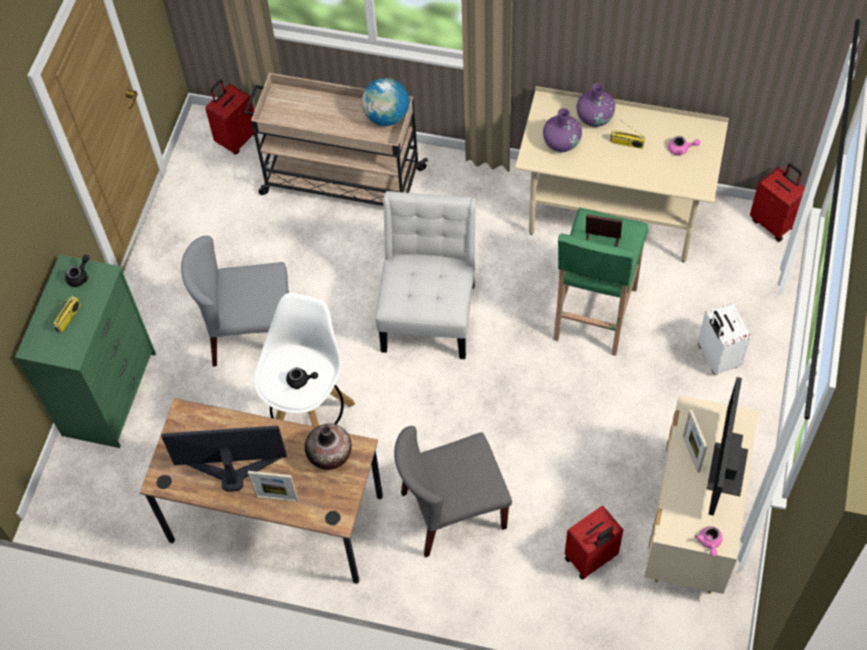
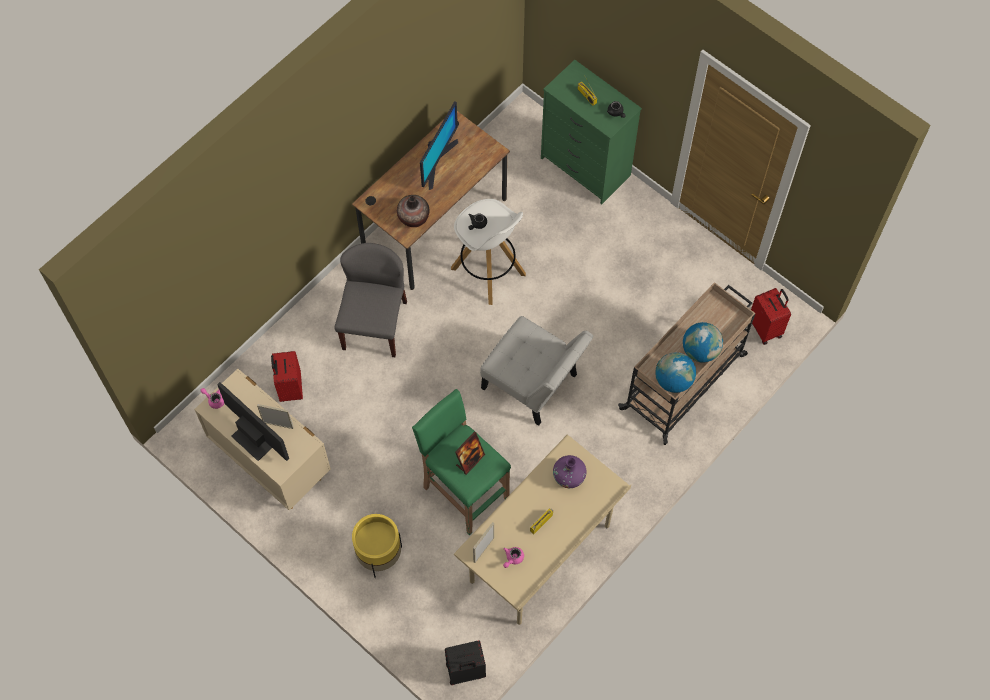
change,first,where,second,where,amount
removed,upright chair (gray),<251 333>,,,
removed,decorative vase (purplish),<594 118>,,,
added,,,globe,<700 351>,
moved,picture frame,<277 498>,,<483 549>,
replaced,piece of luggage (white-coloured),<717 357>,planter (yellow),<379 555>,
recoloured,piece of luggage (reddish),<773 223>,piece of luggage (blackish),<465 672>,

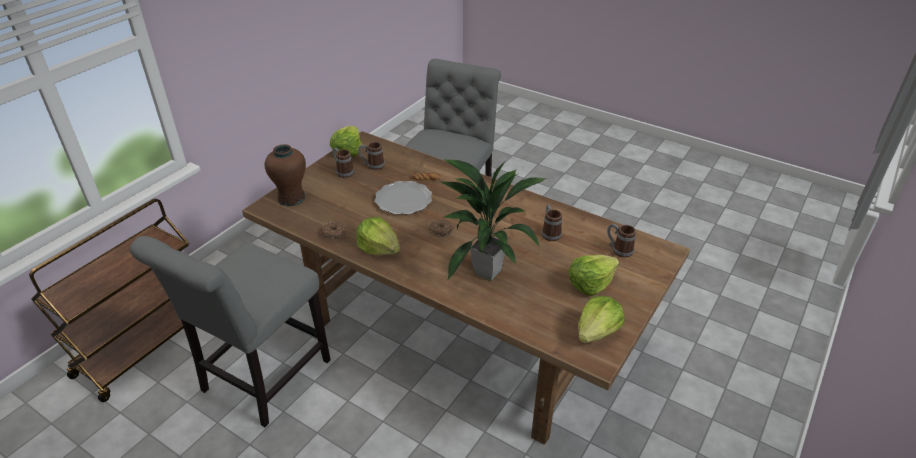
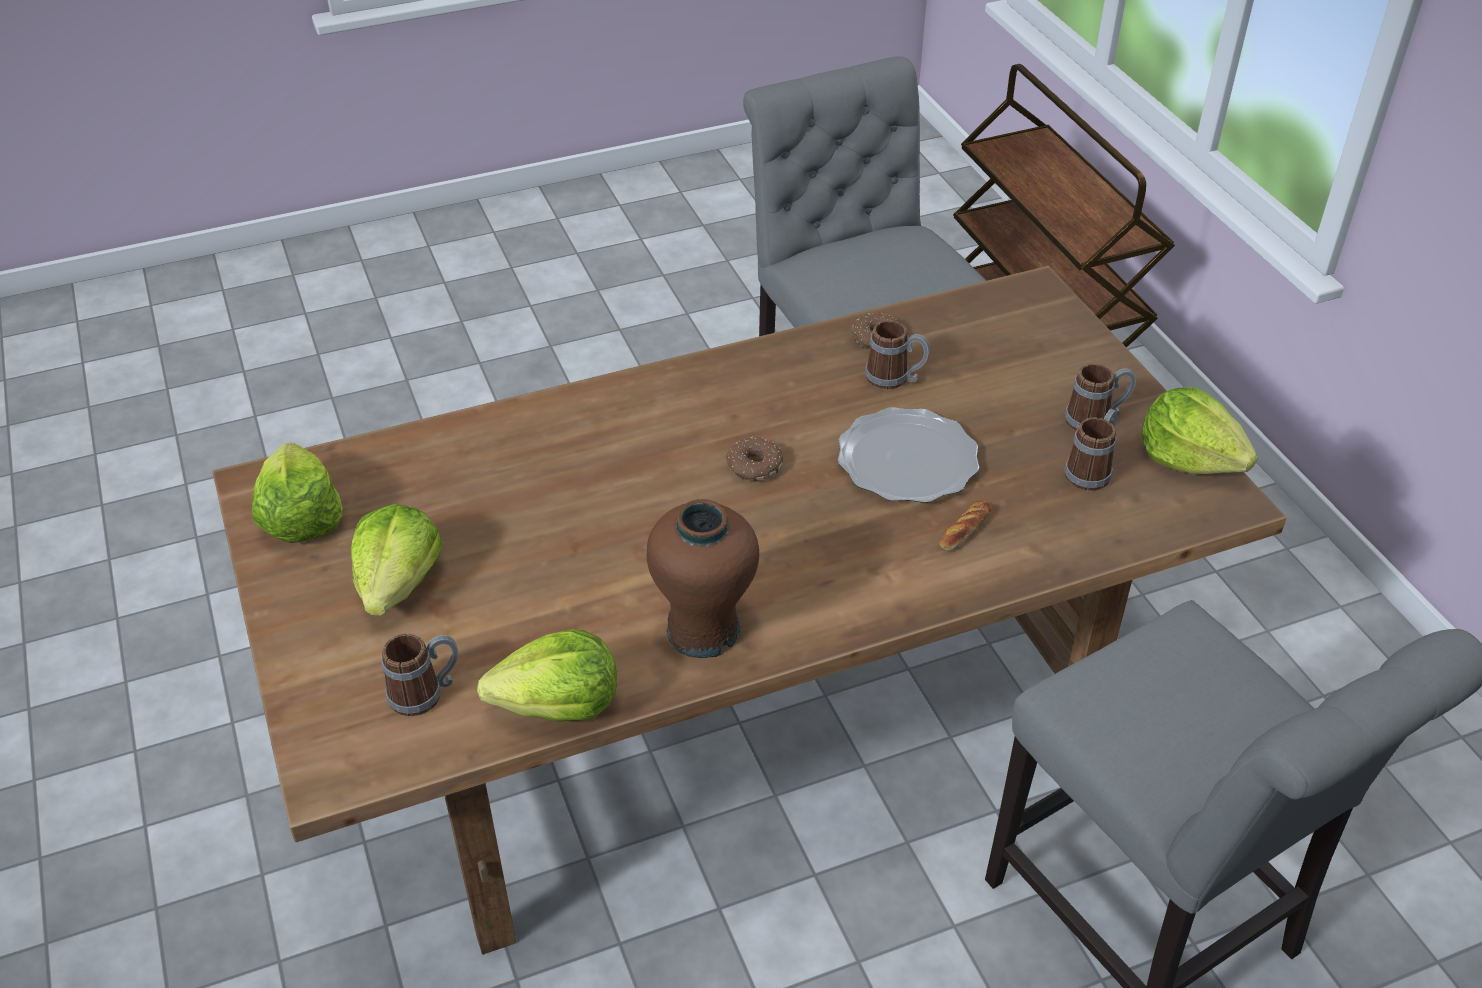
change,first,where,second,where,amount
removed,houseplant,<486 271>,,,
moved,decorative vase (brown-coloured),<291 198>,,<703 629>,
moved,head of lettuce,<379 248>,,<559 705>,
moved,coffee mug,<550 232>,,<895 378>,

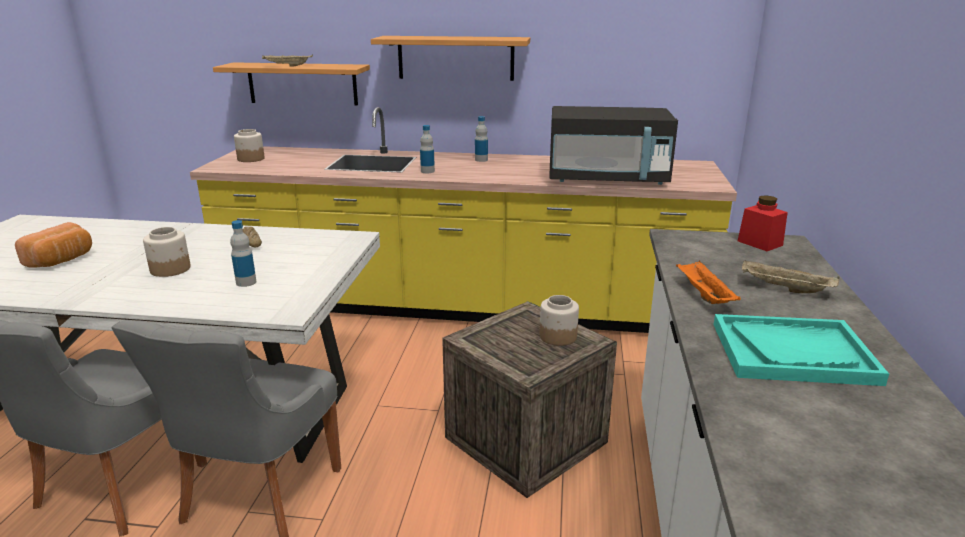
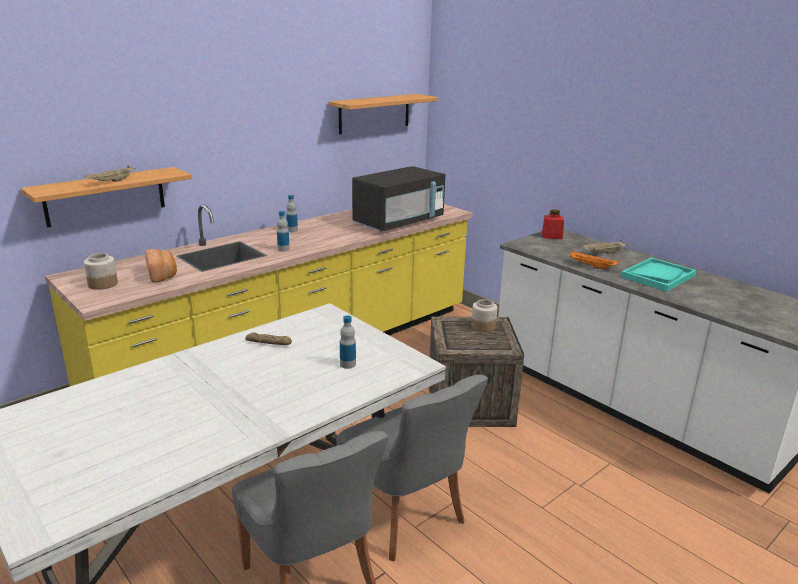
change,first,where,second,where,amount
removed,storage jar,<171 269>,,,
moved,bakery bread,<62 260>,,<162 275>,
moved,shelf,<455 58>,,<374 113>,

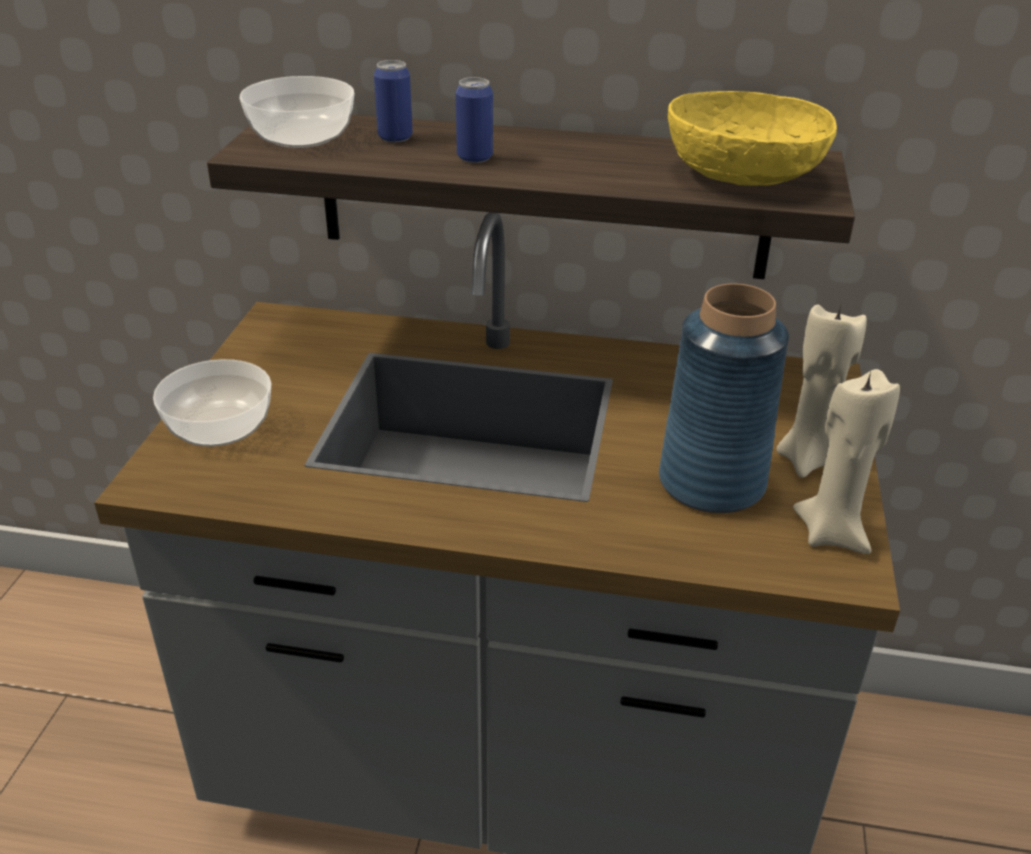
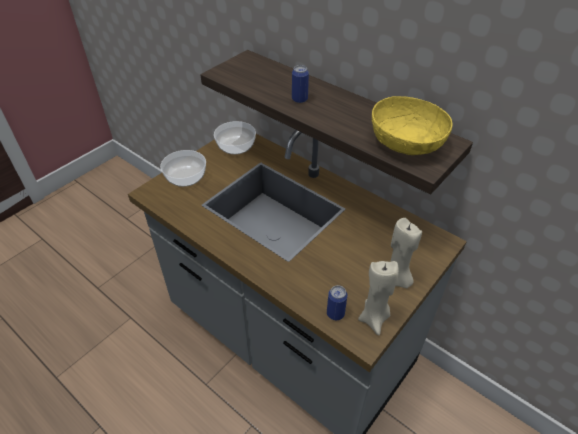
change,first,where,second,where,amount
removed,decorative vase (blue),<711 483>,,,
moved,bowl,<302 136>,,<236 146>,
moved,can,<395 137>,,<335 314>,

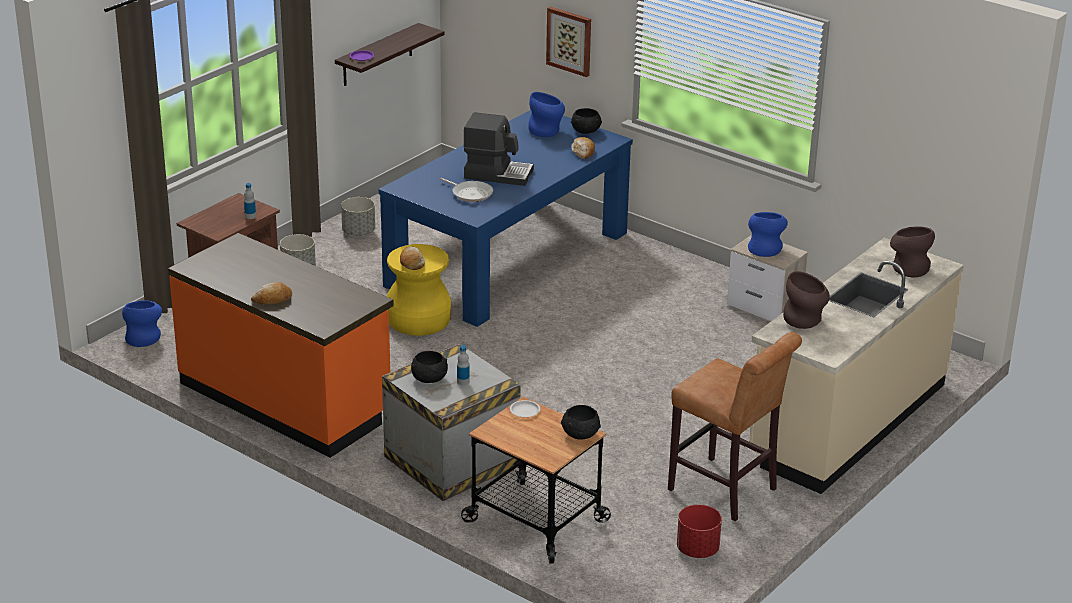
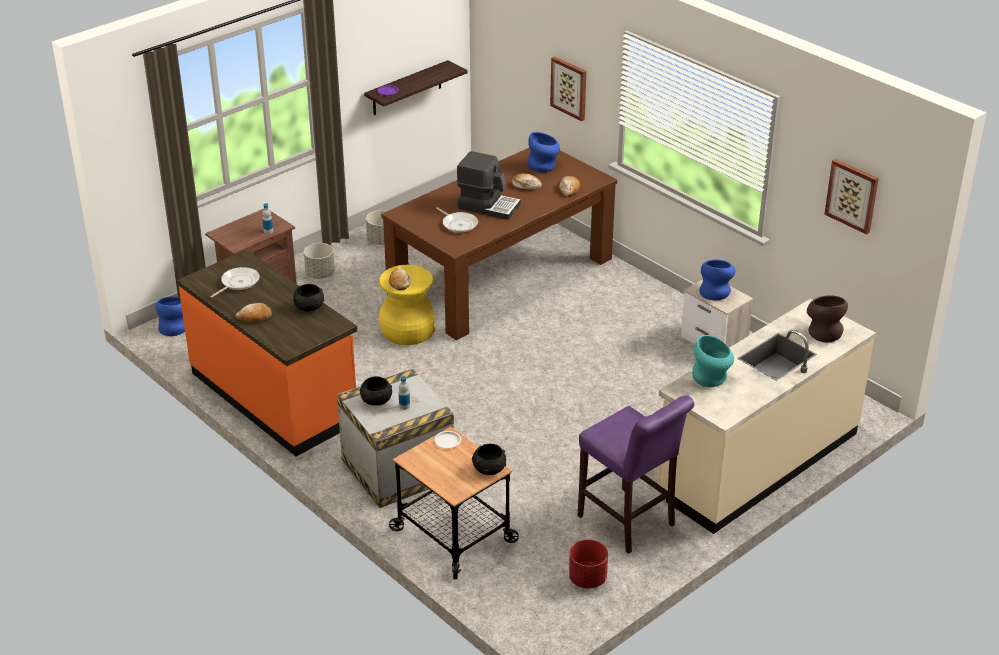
change,first,where,second,where,amount
added,,,pan,<238 283>,
added,,,bakery bread,<526 185>,
added,,,wall art,<852 195>,
moved,bowl (blackish),<586 131>,,<309 307>,
recoloured,dining table (blue),<508 259>,dining table (brown-coloured),<501 276>,
recoloured,stool (brown-coloured),<727 492>,stool (purplish),<629 523>,
recoloured,decorative vase (brown-coloured),<805 321>,decorative vase (turquoise),<711 379>,

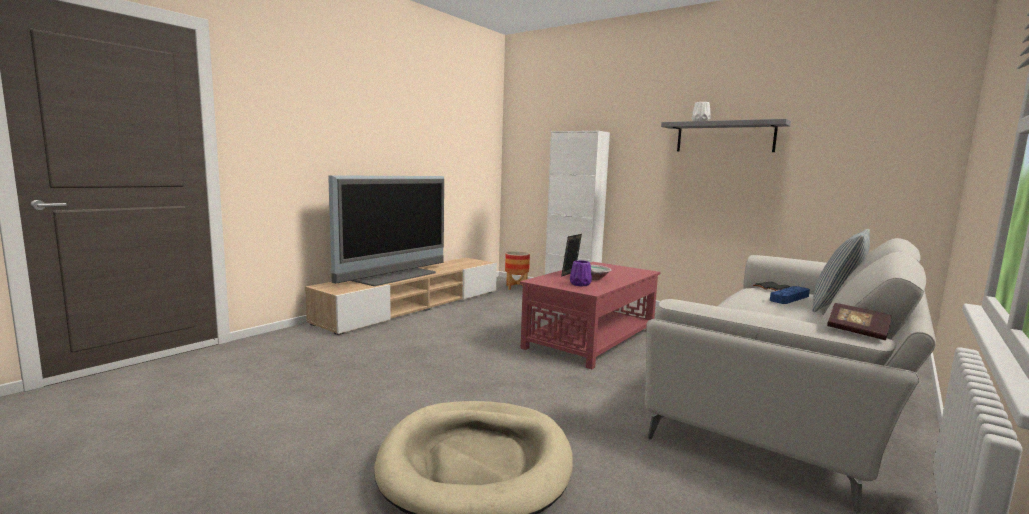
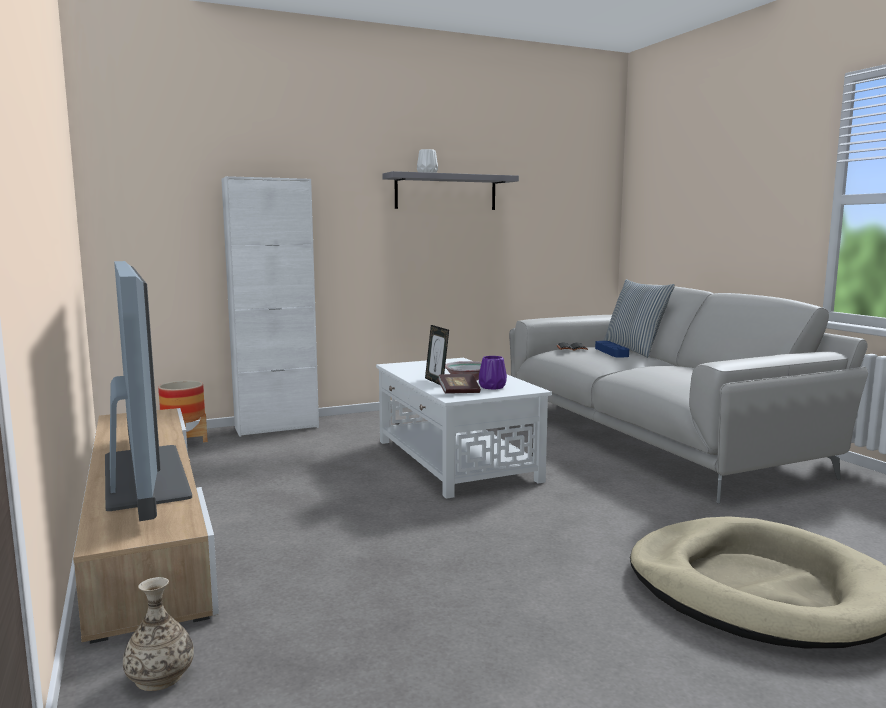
change,first,where,second,where,amount
added,,,decorative vase,<160 676>,
moved,bound book,<857 332>,,<459 392>,
recoloured,low table (reddish),<590 339>,low table (white-coloured),<455 460>,

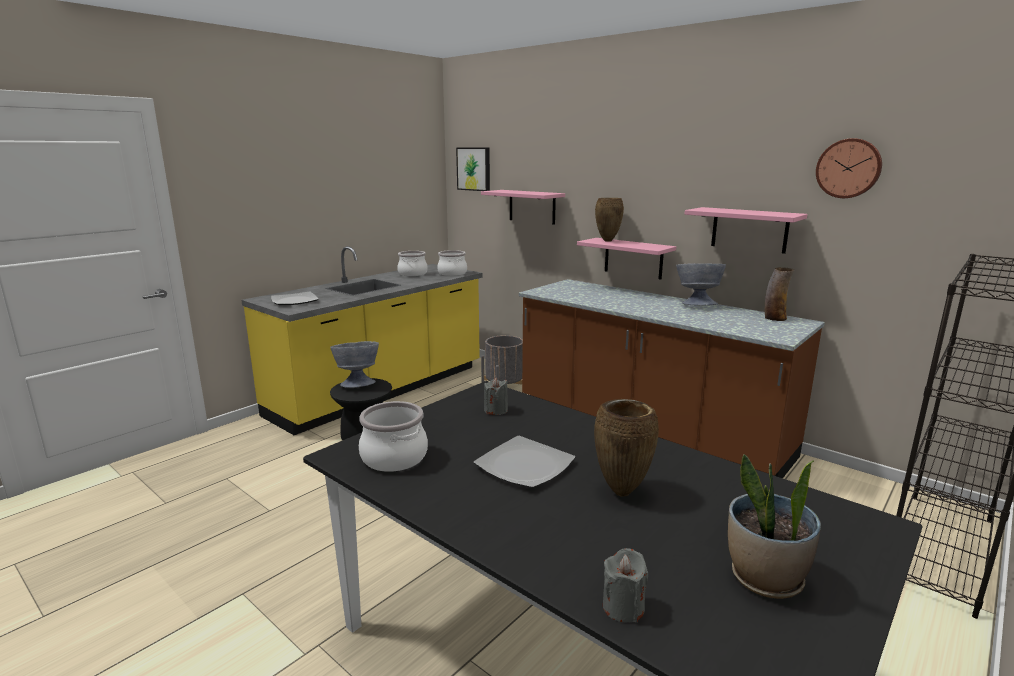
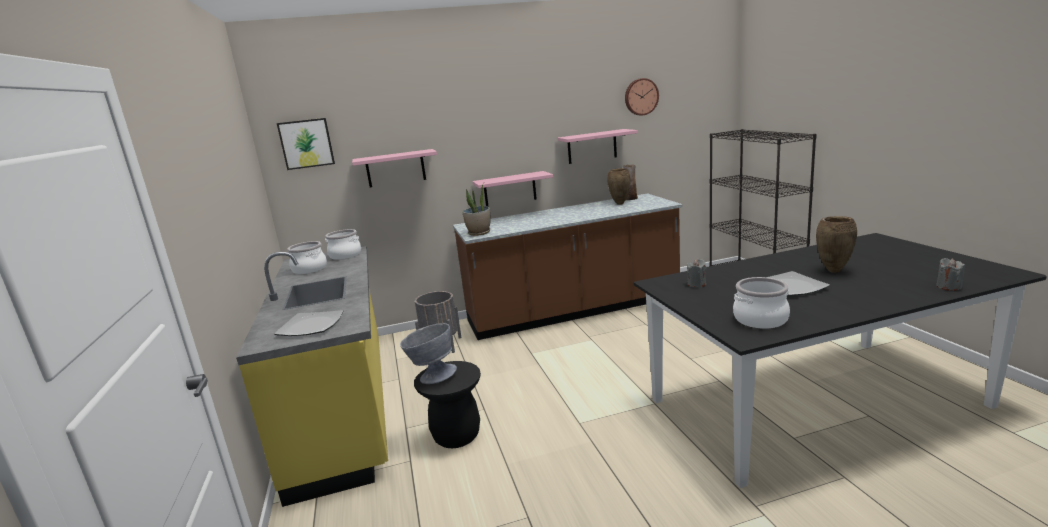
change,first,where,second,where,amount
removed,bowl (gray),<696 304>,,,
moved,decorative vase (brown-coloured),<607 241>,,<619 204>,
moved,houseplant,<765 579>,,<479 233>,

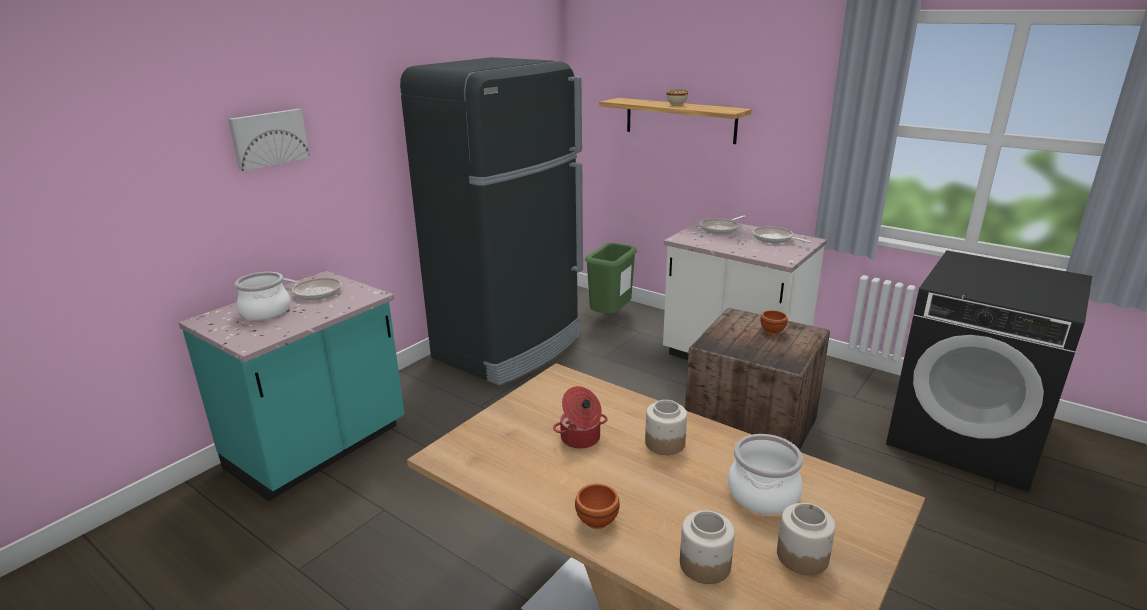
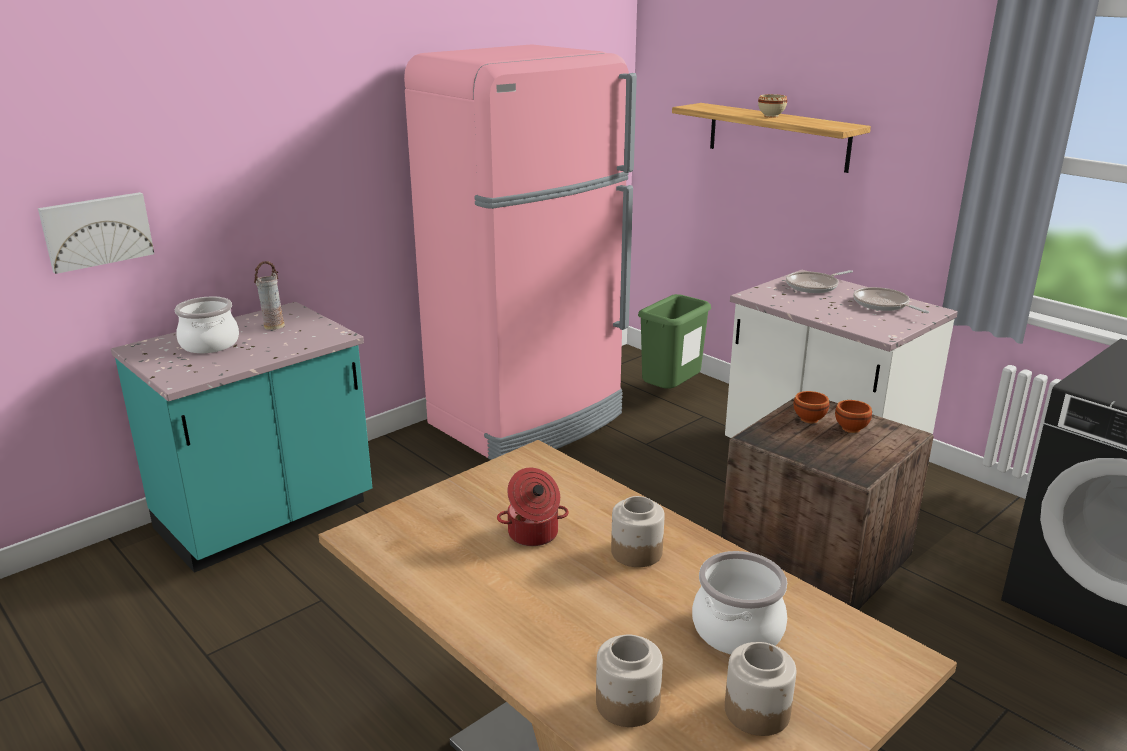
change,first,where,second,where,amount
moved,wall art,<268 138>,,<97 231>,
moved,bowl (brown-coloured),<596 522>,,<809 419>,
replaced,pan,<315 292>,decorative vase,<273 326>,
recoloured,refrigerator (blackish),<509 348>,refrigerator (pinkish),<528 420>,

